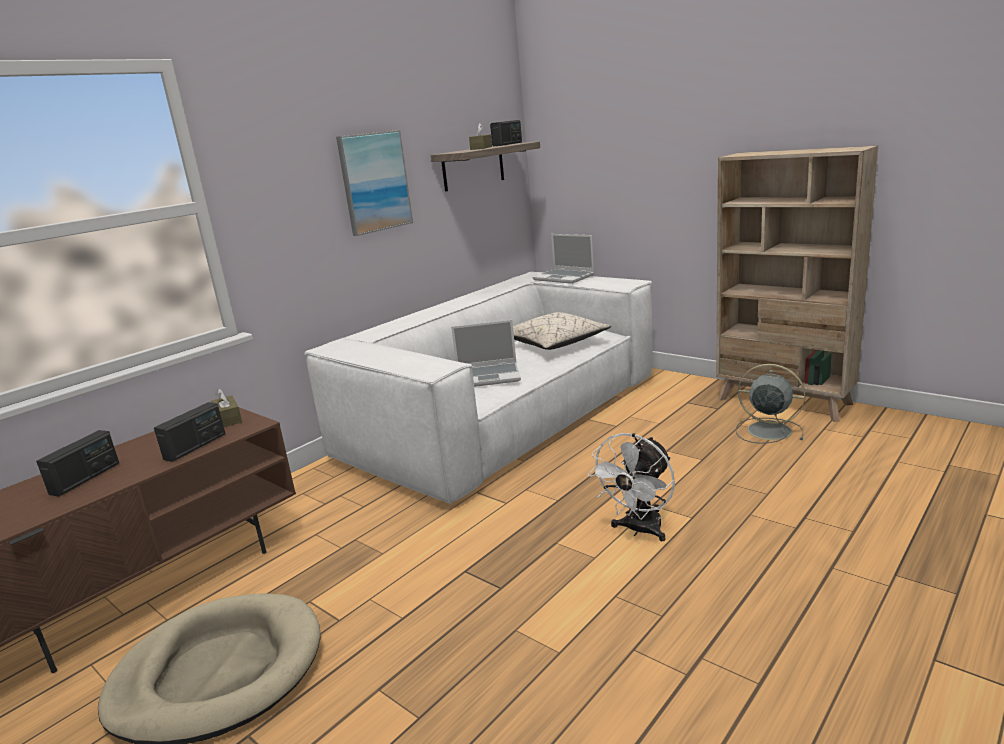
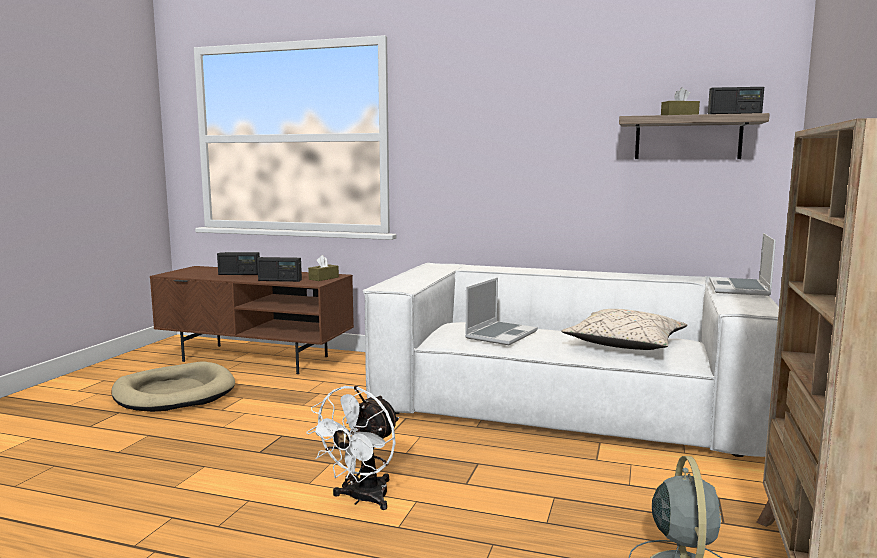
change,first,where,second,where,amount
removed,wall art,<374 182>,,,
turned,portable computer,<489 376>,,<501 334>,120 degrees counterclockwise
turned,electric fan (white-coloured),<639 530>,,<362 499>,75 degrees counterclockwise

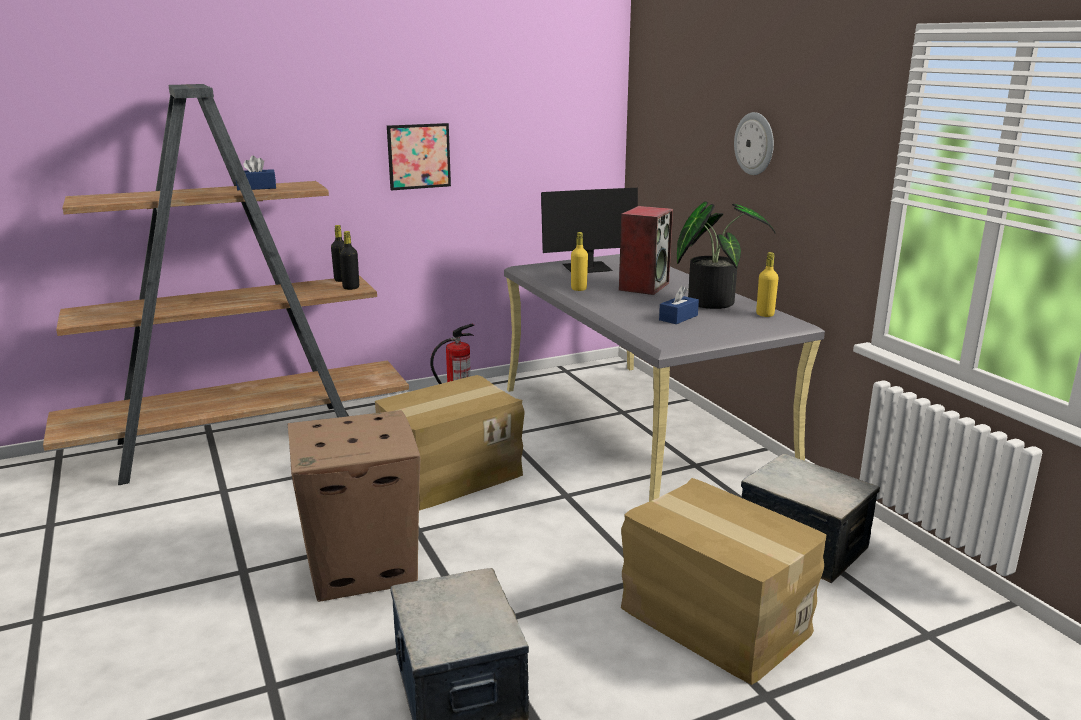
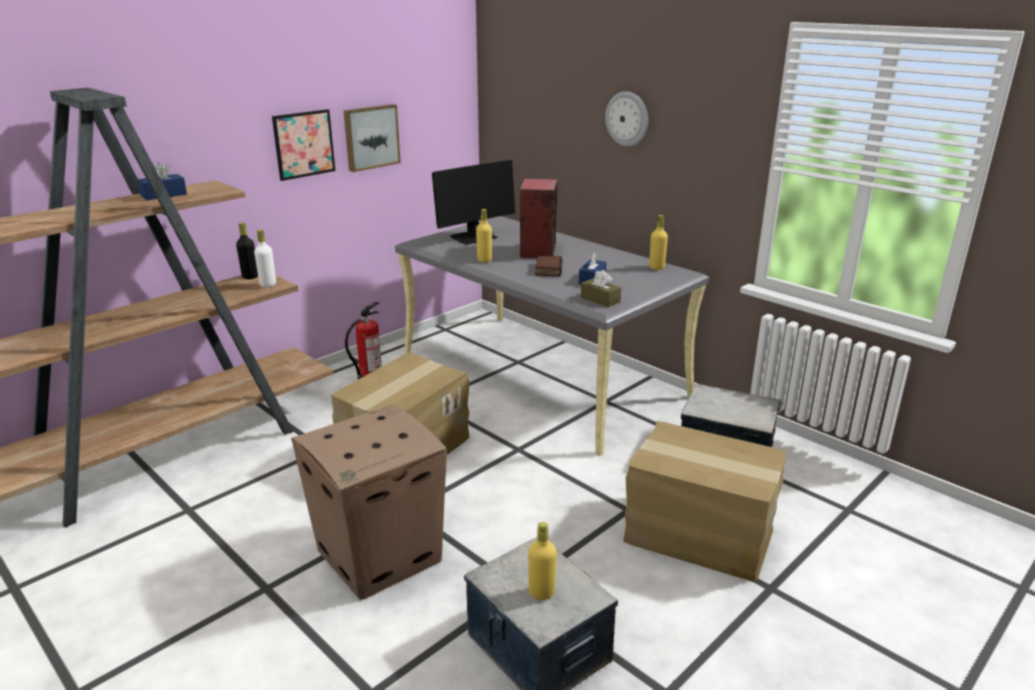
change,first,where,second,where,amount
removed,houseplant,<712 301>,,,
added,,,wall art,<371 137>,
added,,,beverage bottle (yellow),<541 593>,
added,,,bound book,<547 269>,
added,,,box of tissues (brown-coloured),<600 299>,
recoloured,beverage bottle (blackish),<351 288>,beverage bottle (white-coloured),<268 284>,

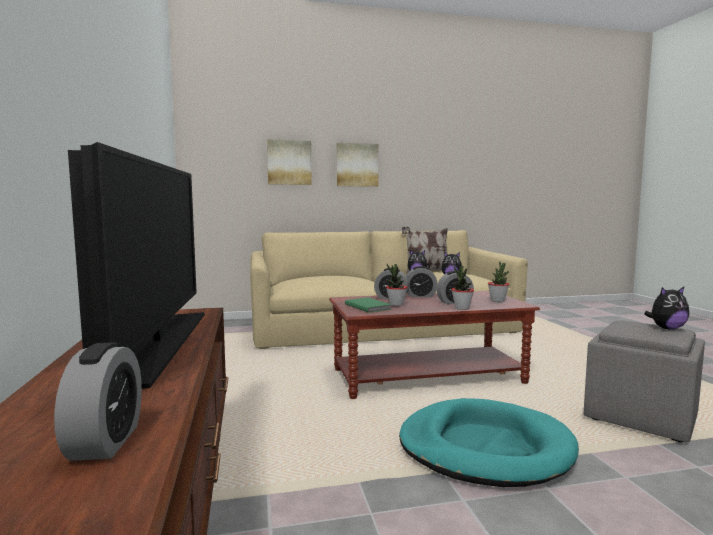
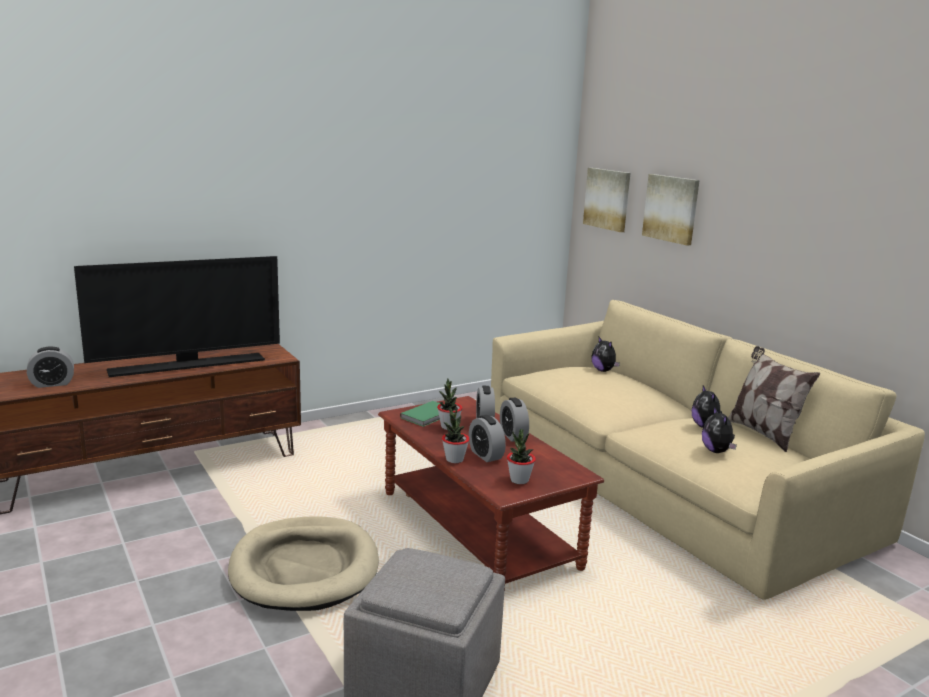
change,first,where,second,where,amount
moved,wall art,<357 165>,,<607 199>,
moved,cuddly toy,<666 328>,,<603 370>,
recoloured,dog bed (turquoise),<484 448>,dog bed (sand-coloured),<305 568>,

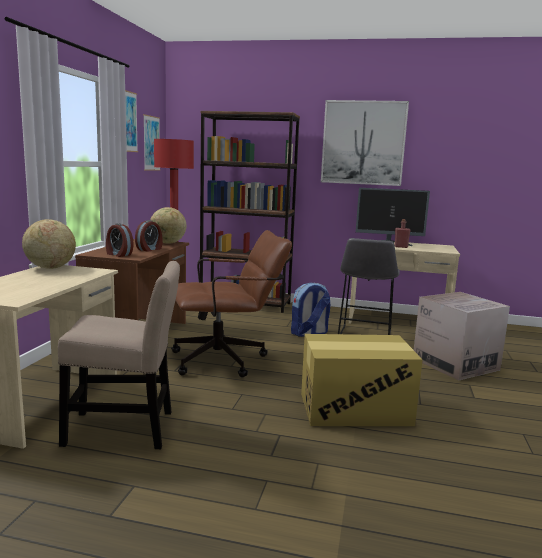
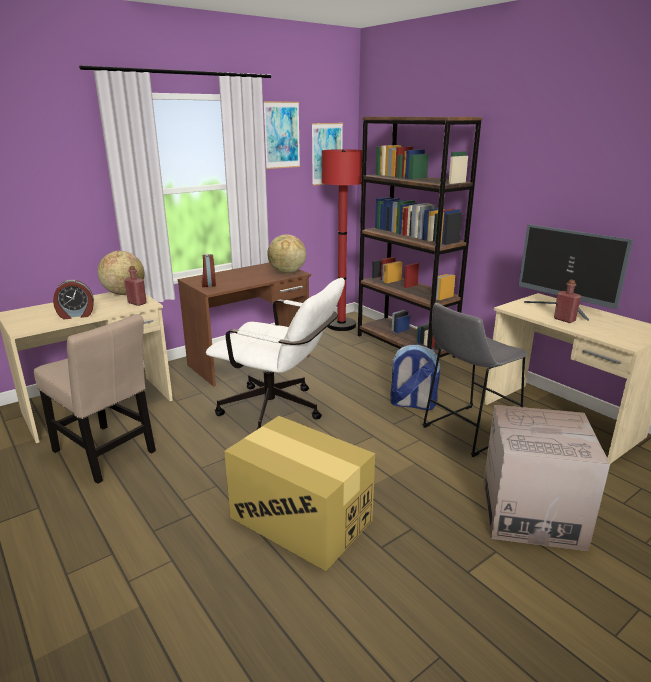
change,first,where,second,where,amount
removed,wall art,<363 143>,,,
added,,,beverage bottle (reddish),<137 303>,
moved,bedside clock,<150 249>,,<76 315>,
recoloured,office chair (brown-coloured),<227 360>,office chair (white-coloured),<279 411>,

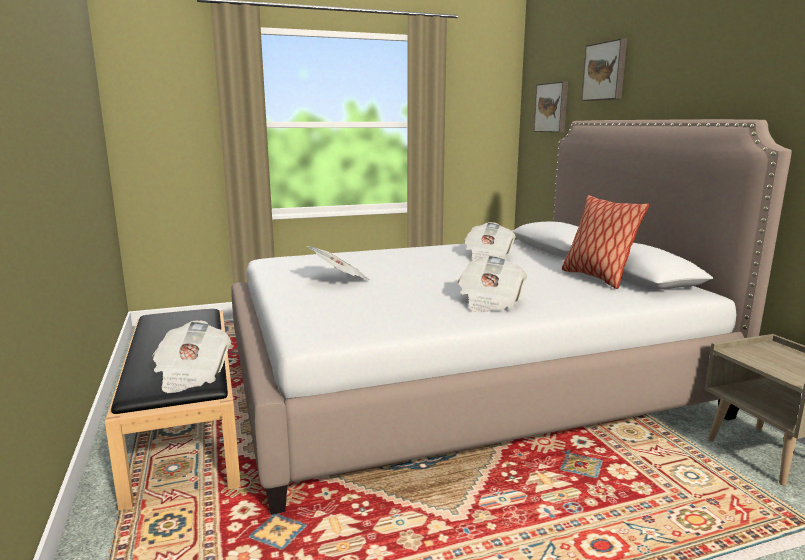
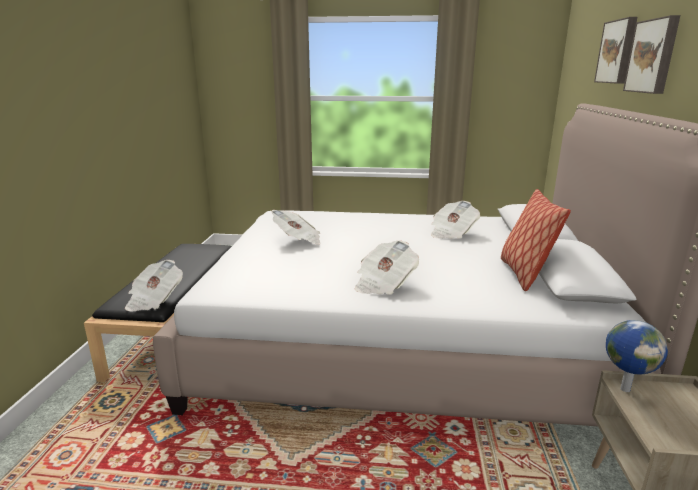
change,first,where,second,where,amount
added,,,globe,<624 388>,
moved,wall art,<552 107>,,<653 56>,

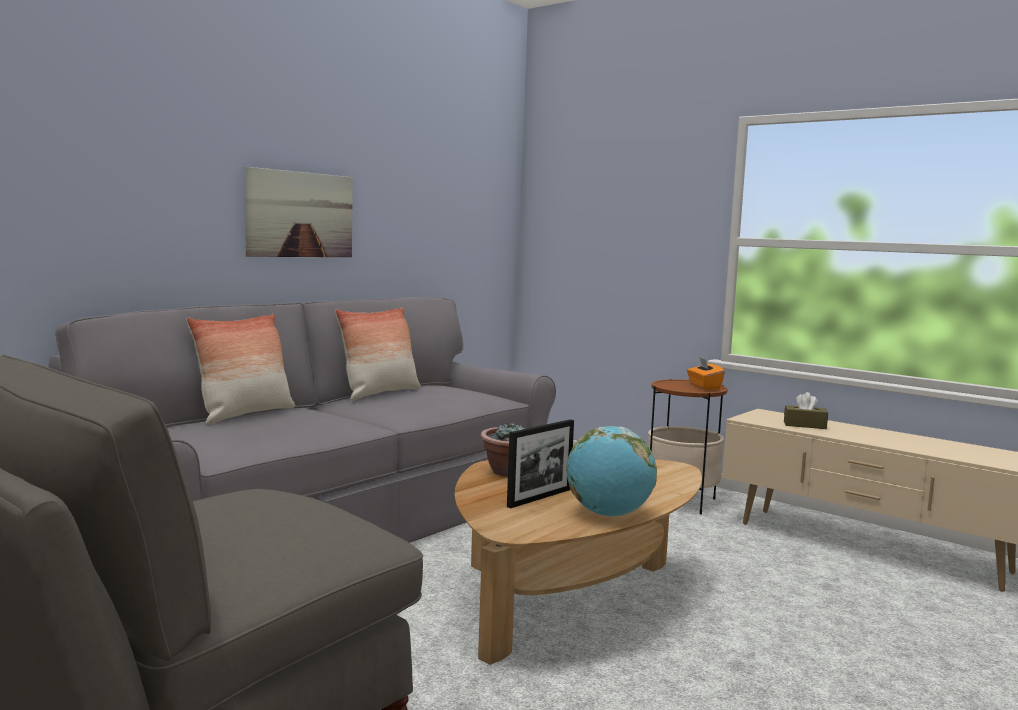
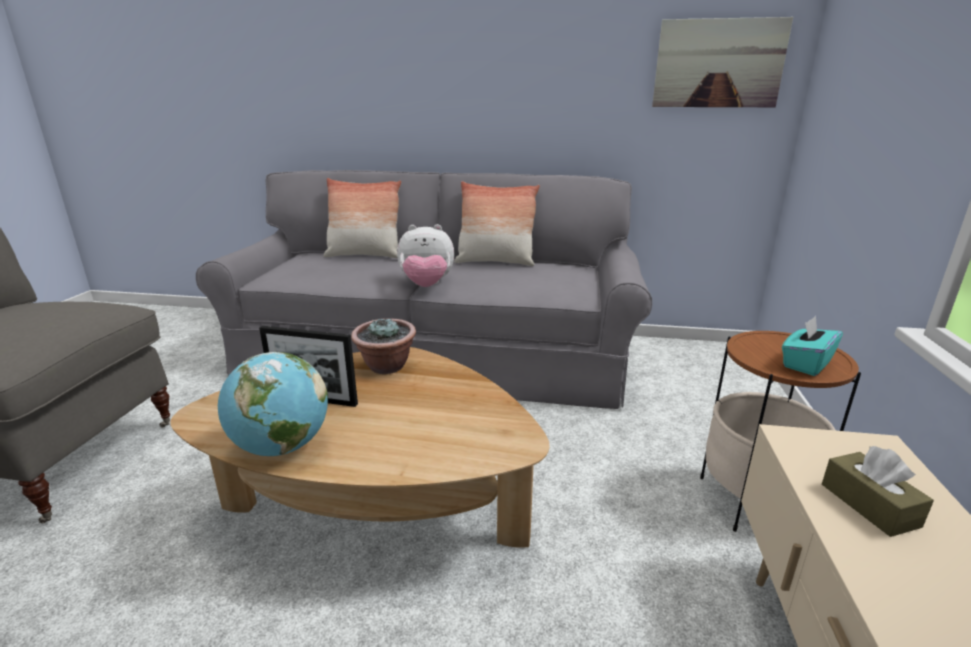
change,first,where,second,where,amount
added,,,cuddly toy,<426 286>,
moved,wall art,<300 214>,,<718 64>,
recoloured,box of tissues (orange),<704 387>,box of tissues (turquoise),<805 364>,

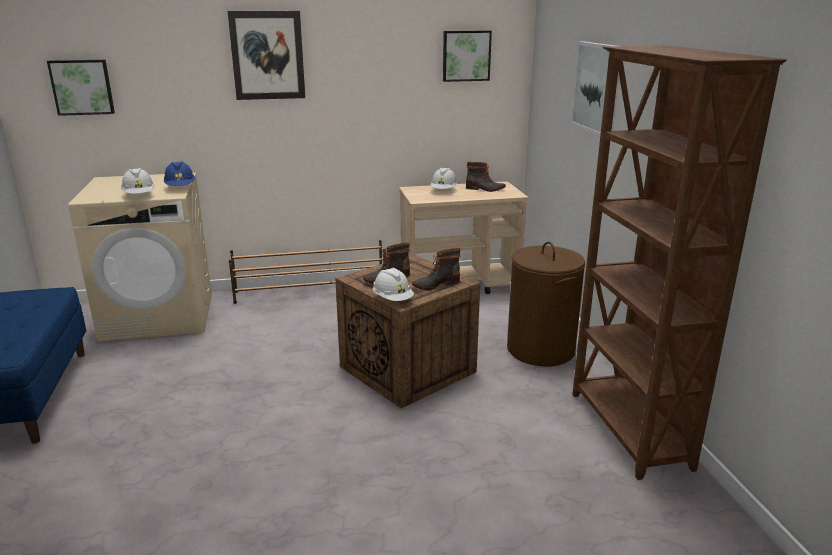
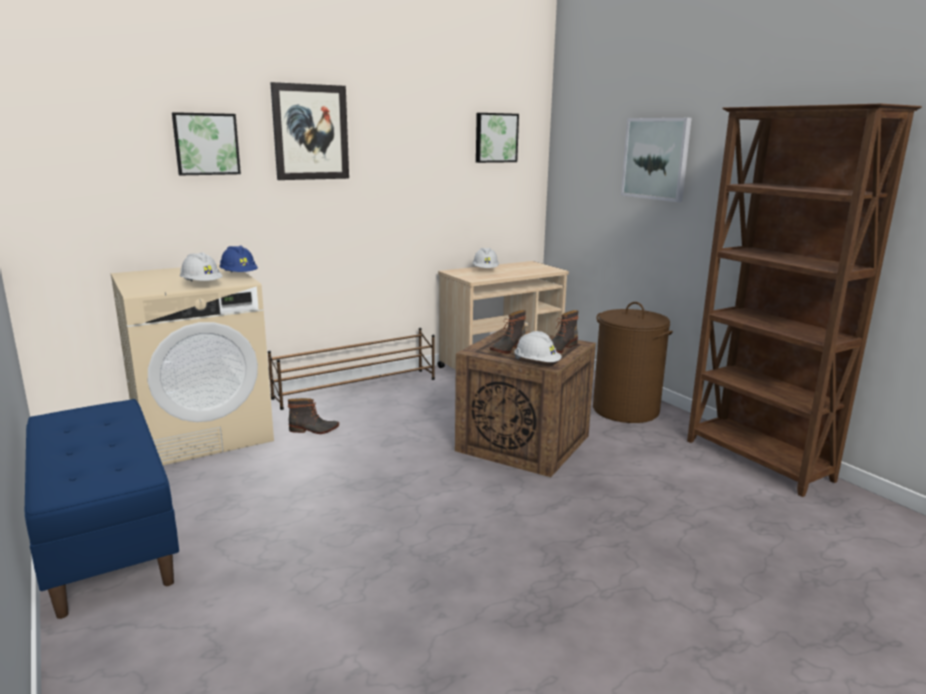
change,first,where,second,where,amount
moved,wall art,<82 87>,,<206 144>,
moved,high-top boot,<485 189>,,<314 430>,

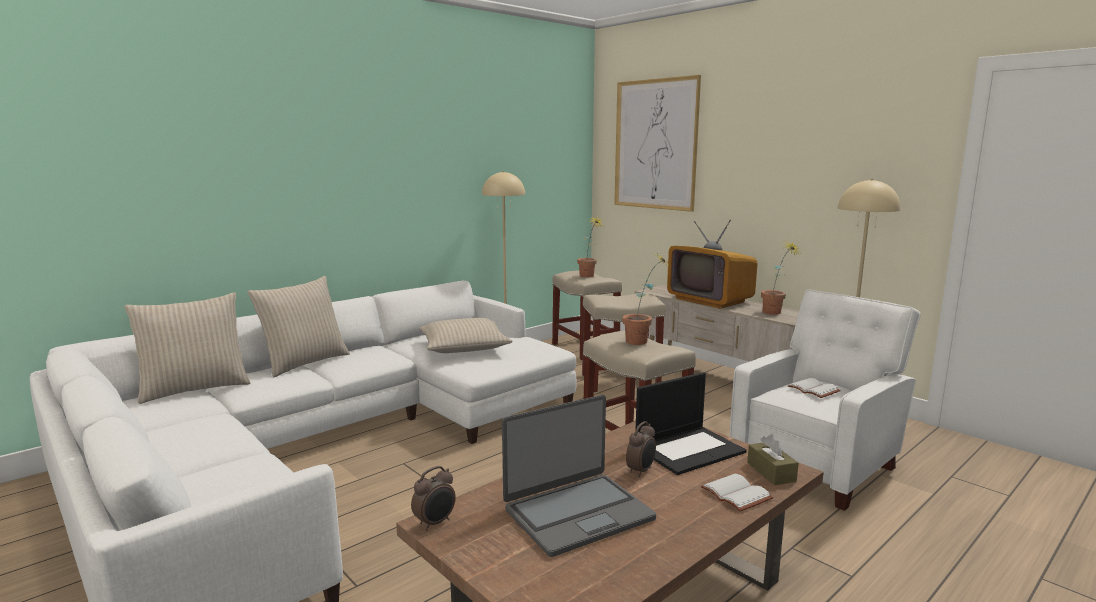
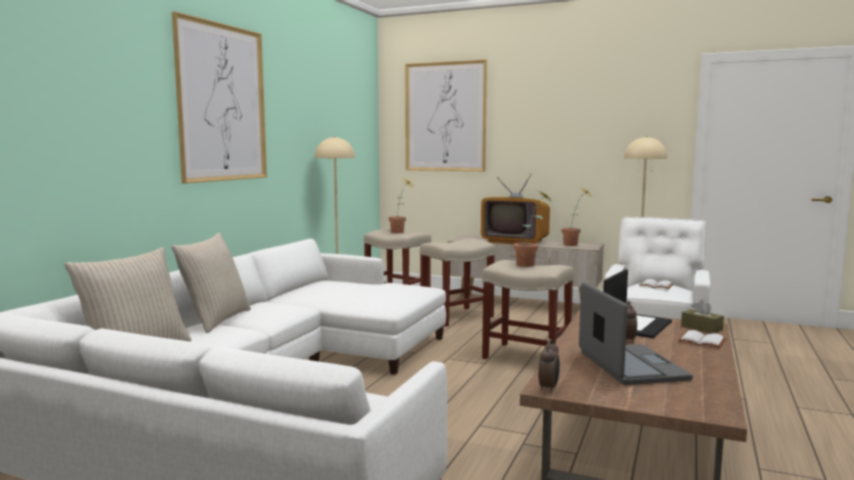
change,first,where,second,where,amount
removed,throw pillow (sand-coloured),<464 347>,,,
added,,,wall art,<222 103>,
turned,portable computer,<577 513>,,<630 366>,45 degrees counterclockwise

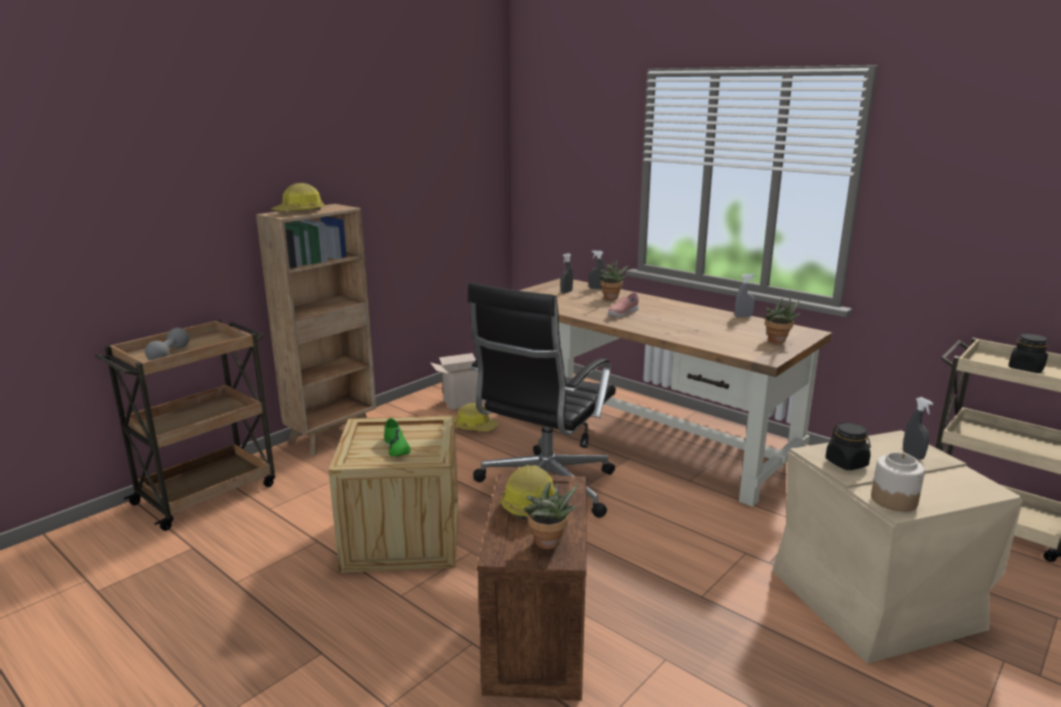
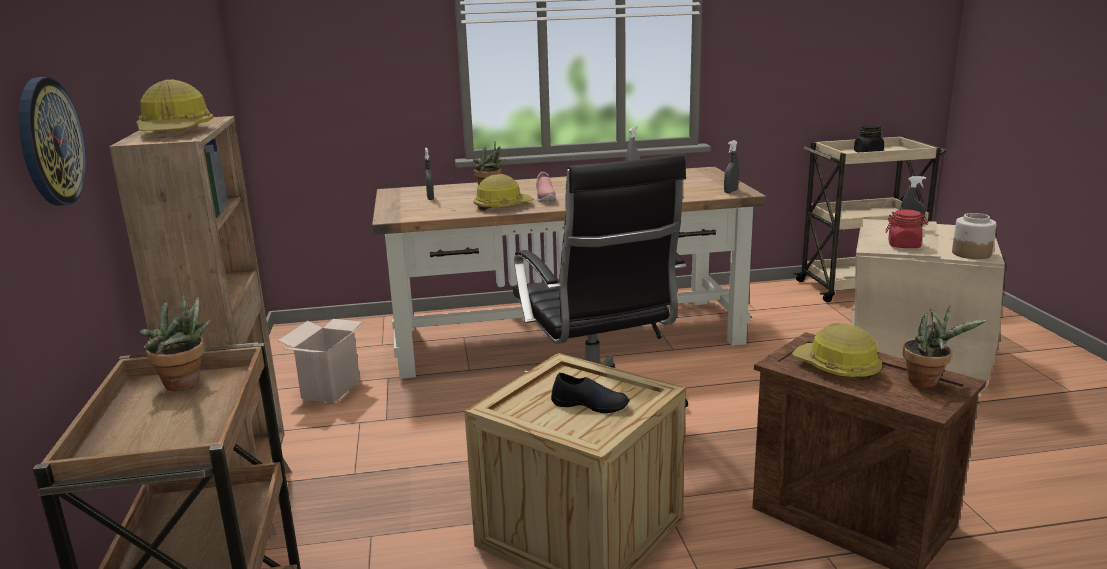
change,first,where,second,where,amount
removed,free weight (gray),<169 354>,,,
added,,,clock on the wall,<49 142>,
moved,work helmet,<475 427>,,<502 206>,
moved,spray bottle (gray),<597 288>,,<730 192>,
moved,houseplant,<778 341>,,<186 384>,
recoloured,item of footwear (greenish),<397 447>,item of footwear (blackish),<590 404>,
recoloured,storage jar (blackish),<846 463>,storage jar (reddish),<904 245>,

